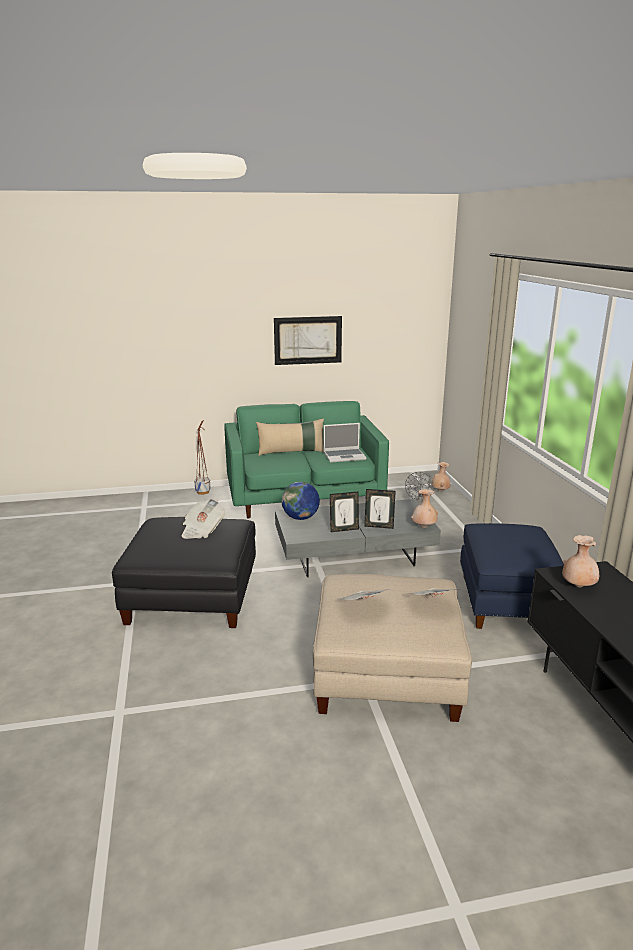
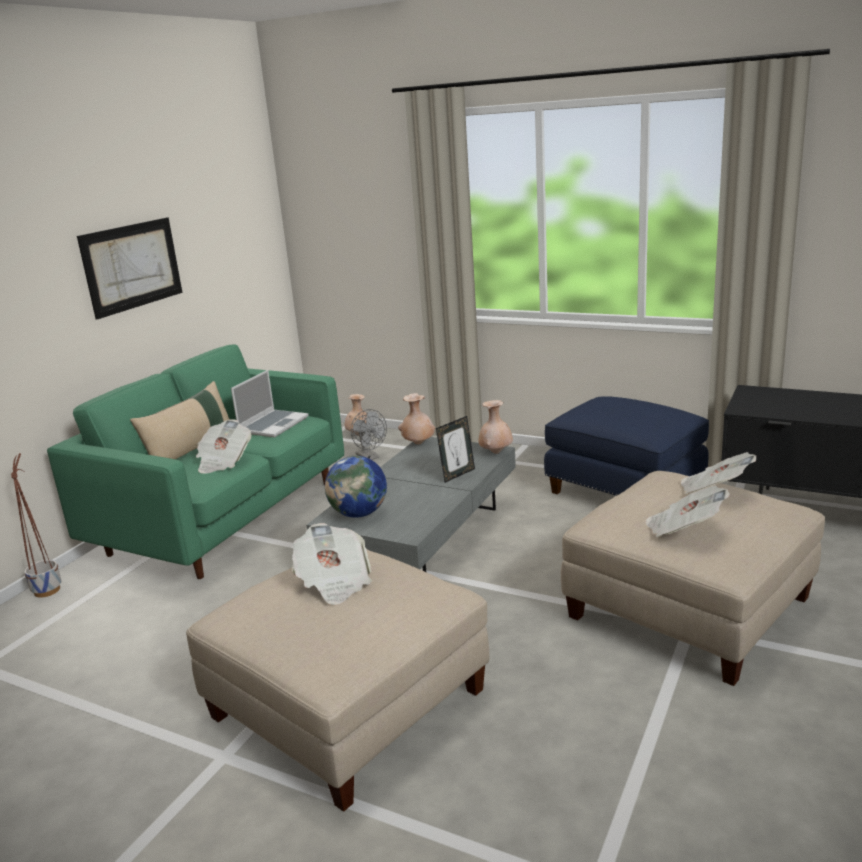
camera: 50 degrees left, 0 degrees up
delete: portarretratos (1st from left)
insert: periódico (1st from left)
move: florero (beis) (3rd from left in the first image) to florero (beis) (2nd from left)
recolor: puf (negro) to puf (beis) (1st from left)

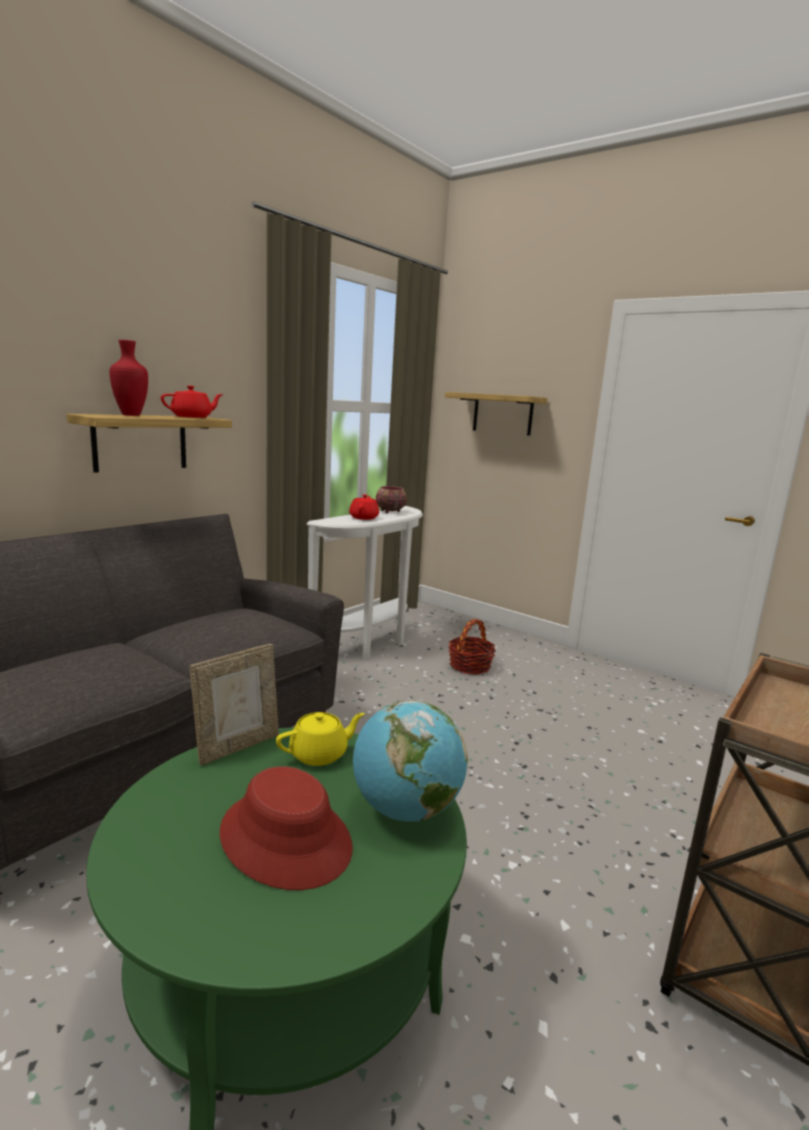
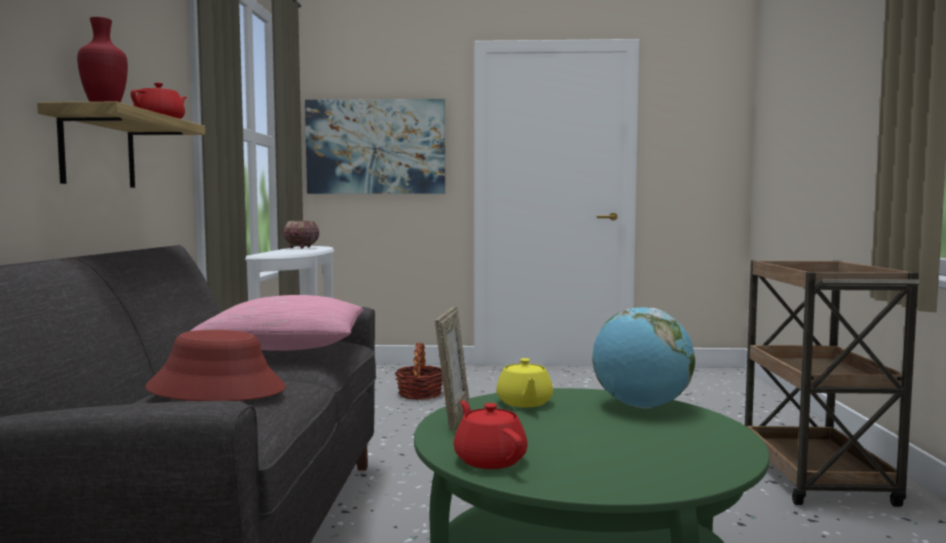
camera: 35 degrees left, 10 degrees down
insert: cojín (rosa)
move: tetera (rojo) (2nd from left); sombrero (rojo)
replace: estante (2nd from left) to cuadro
rotate: tetera (amarillo) 150 degrees clockwise

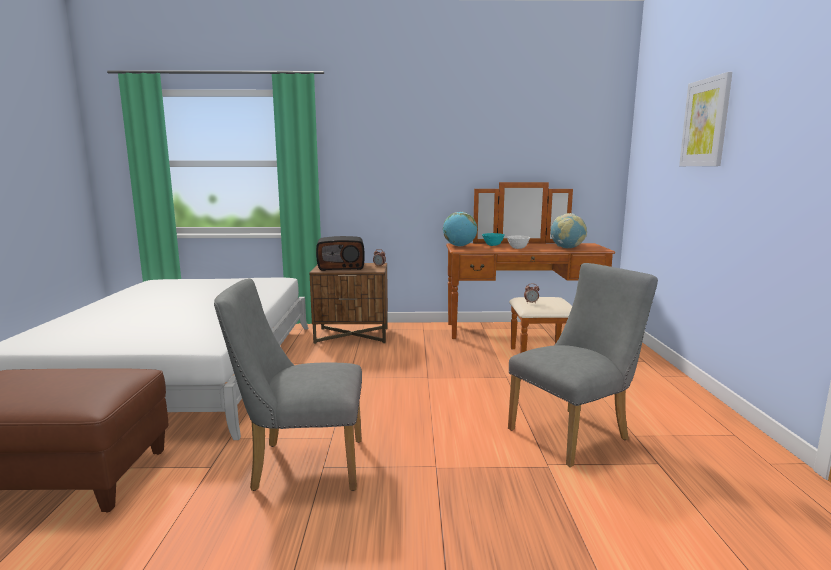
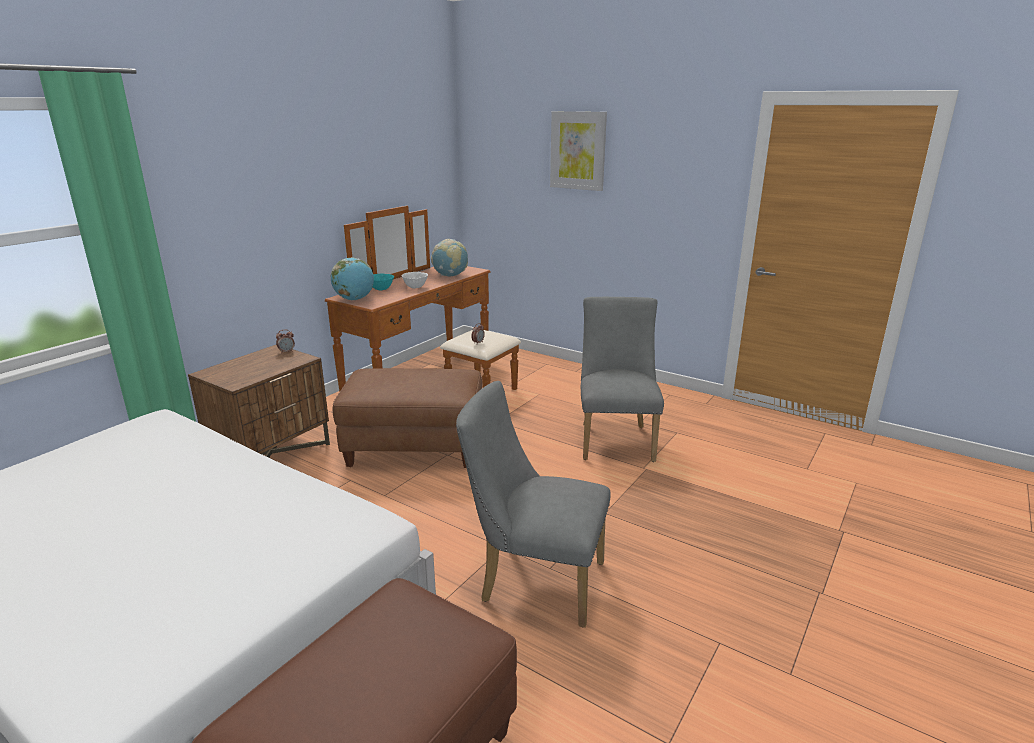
camera: 55 degrees left, 10 degrees up
delete: radio
insert: puf (marrón) (2nd from left)
rotate: silla (gris) (1st from left) 75 degrees clockwise

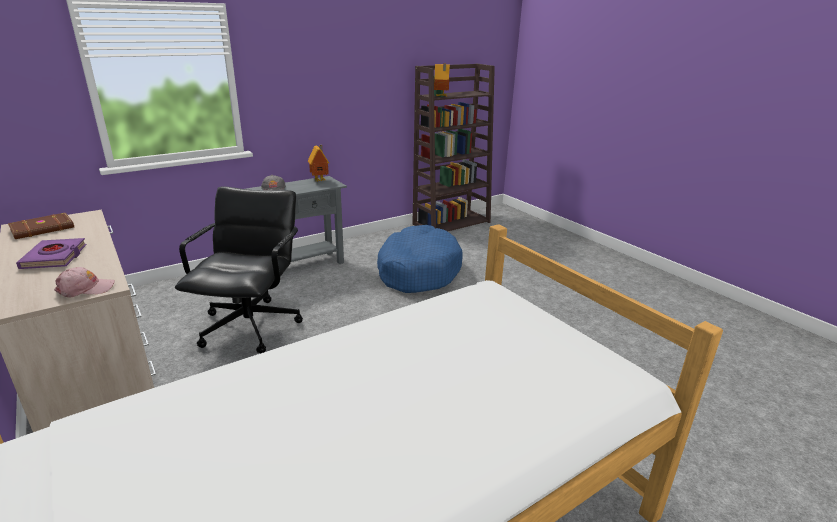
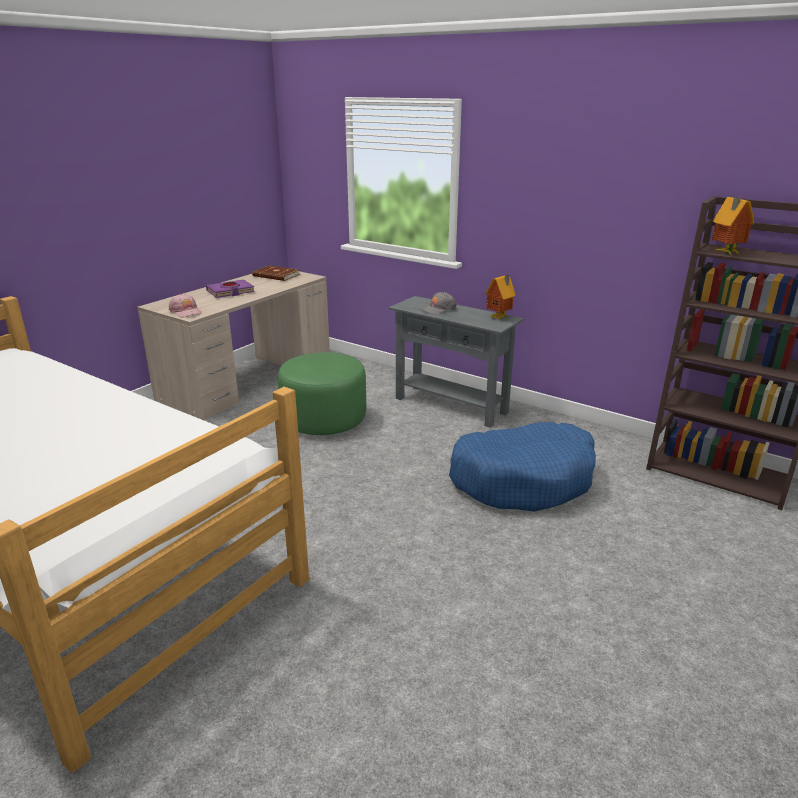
camera: 70 degrees right, 0 degrees up
replace: silla de oficina (negro) to puf (verde)

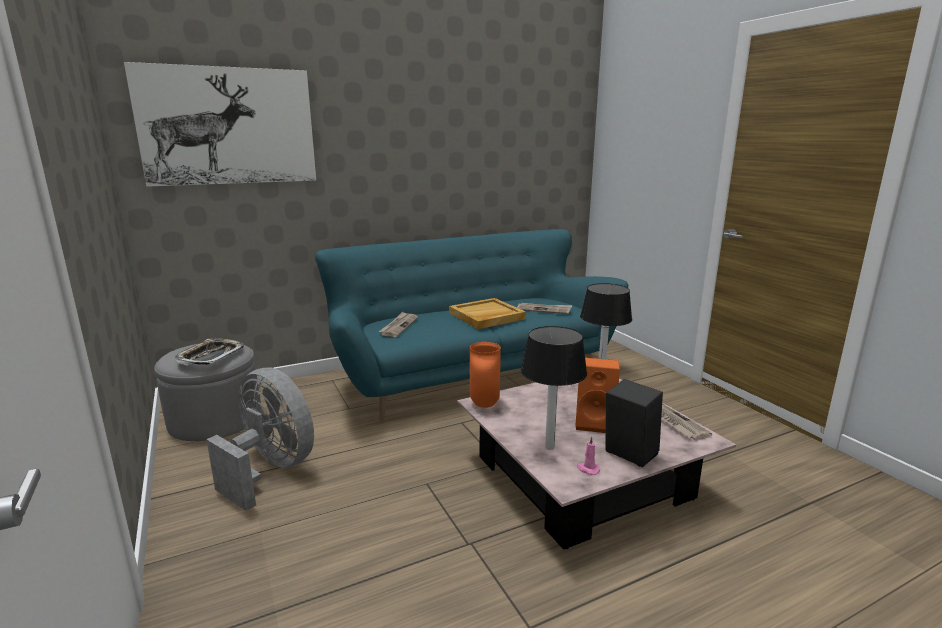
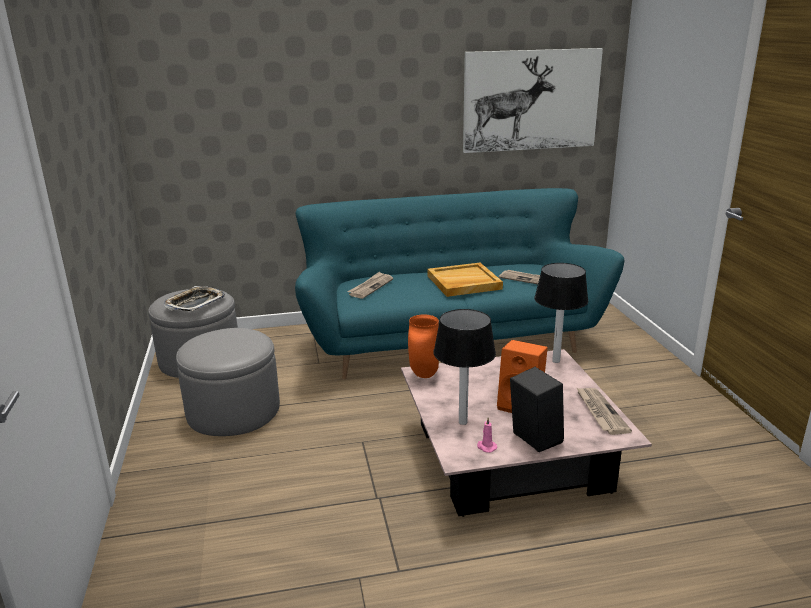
camera: 15 degrees right, 5 degrees up
move: cuadro
replace: ventilador (gris) to puf (gris) (2nd from left)

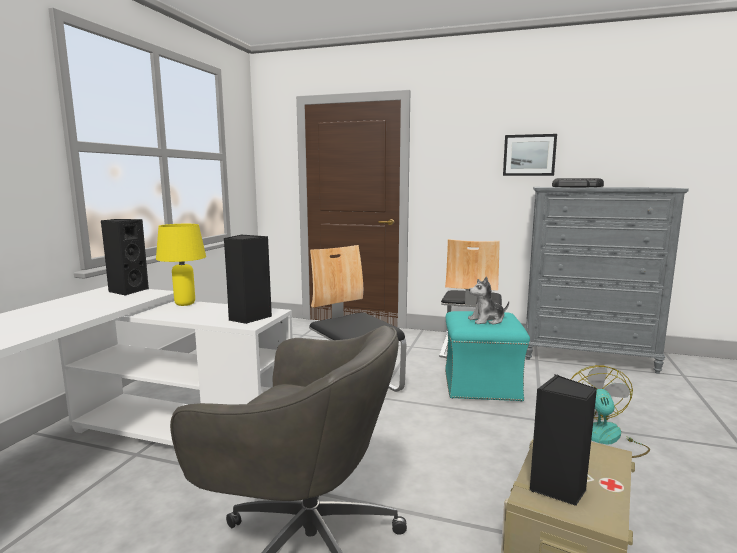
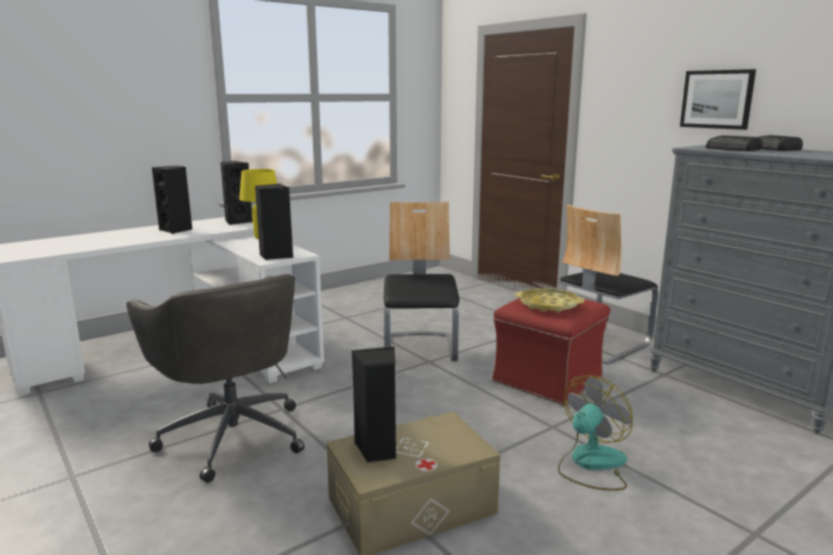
camera: 35 degrees right, 5 degrees up
insert: altavoz (negro) (1st from left)
replace: peluche to bandeja (amarillo)
recolor: puf (turquesa) to puf (rojo)

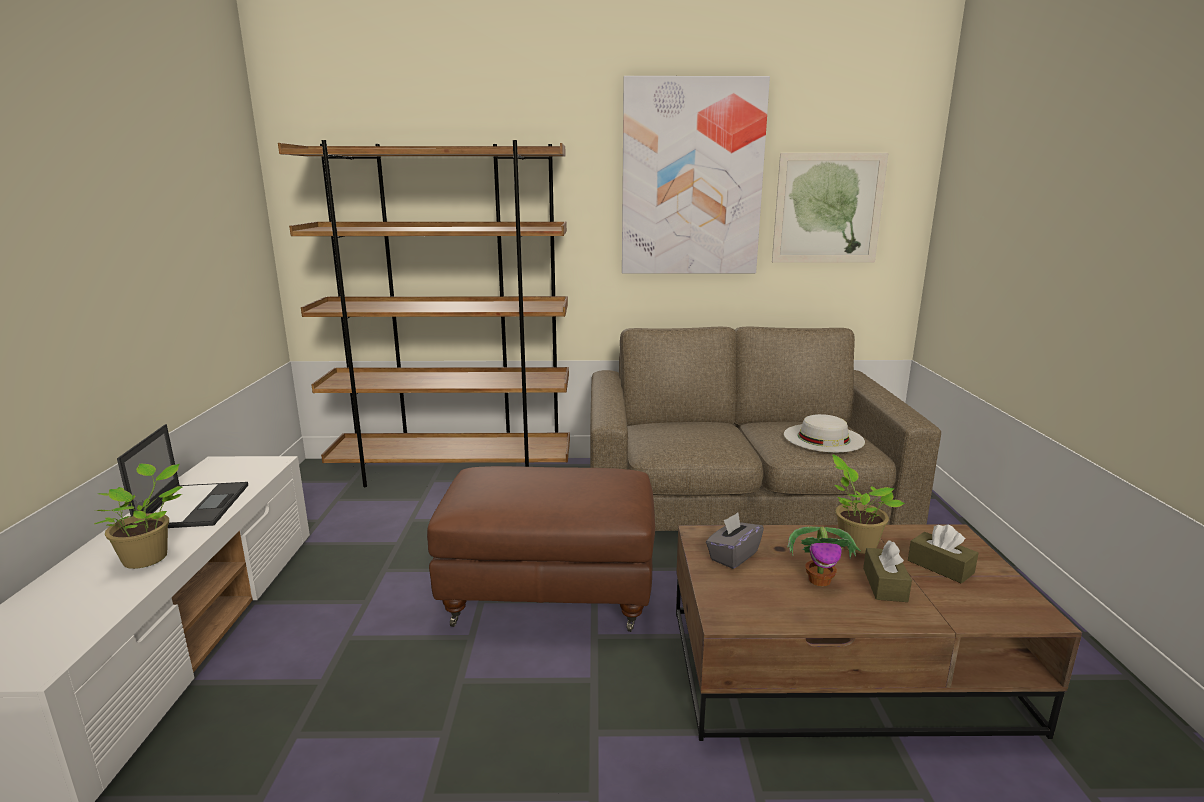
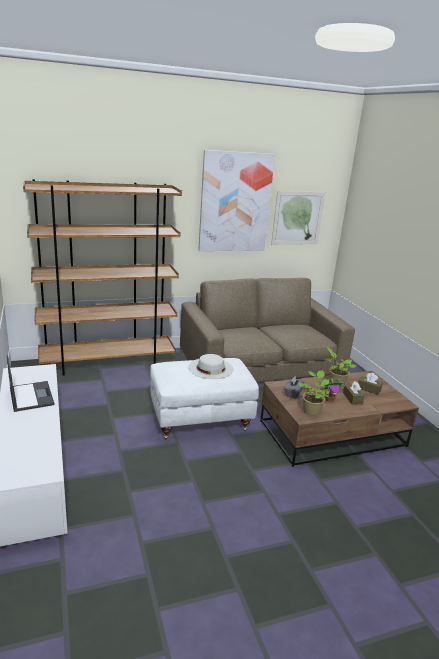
camera: 20 degrees left, 5 degrees up
move: sombrero (blanco); planta en maceta (1st from left)
recolor: puf (marrón) to puf (blanco)

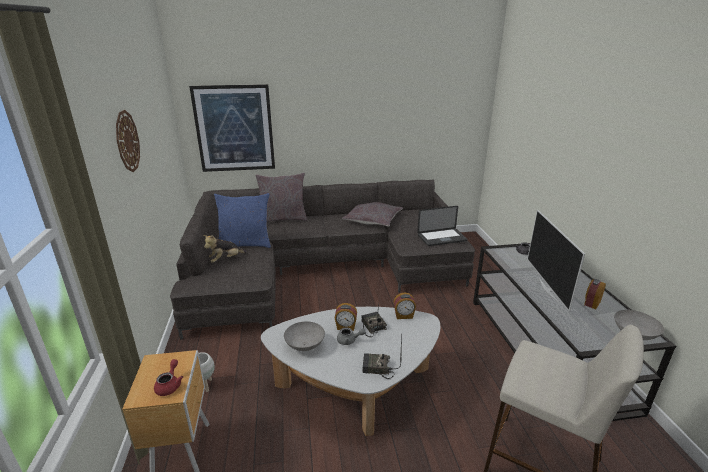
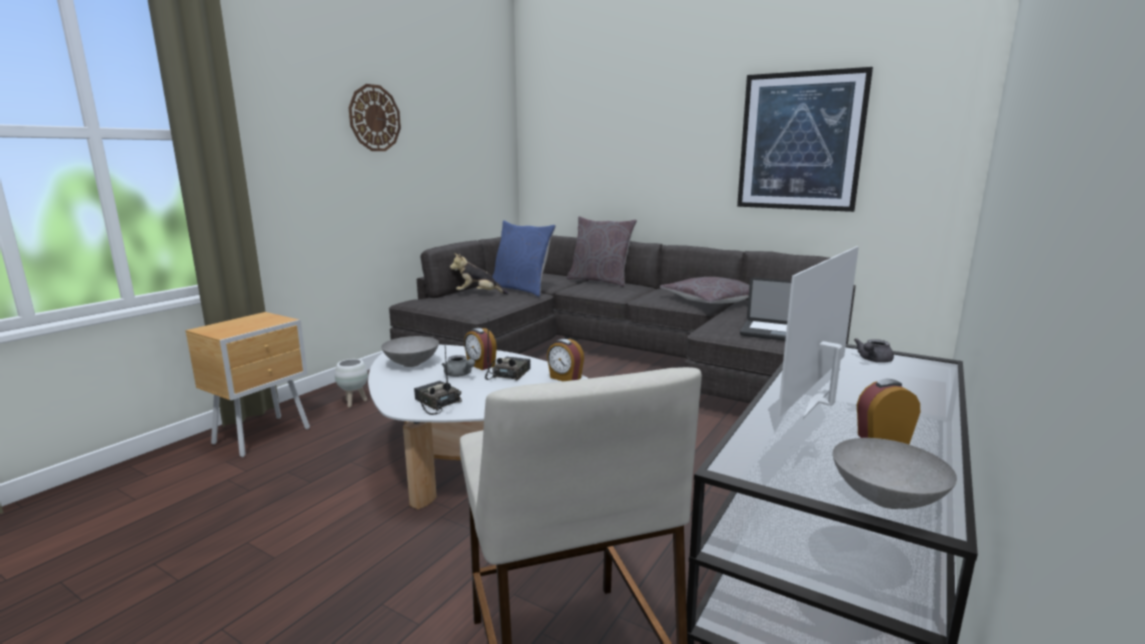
camera: 40 degrees right, 10 degrees down
delete: tetera (rojo)
move: cuadro

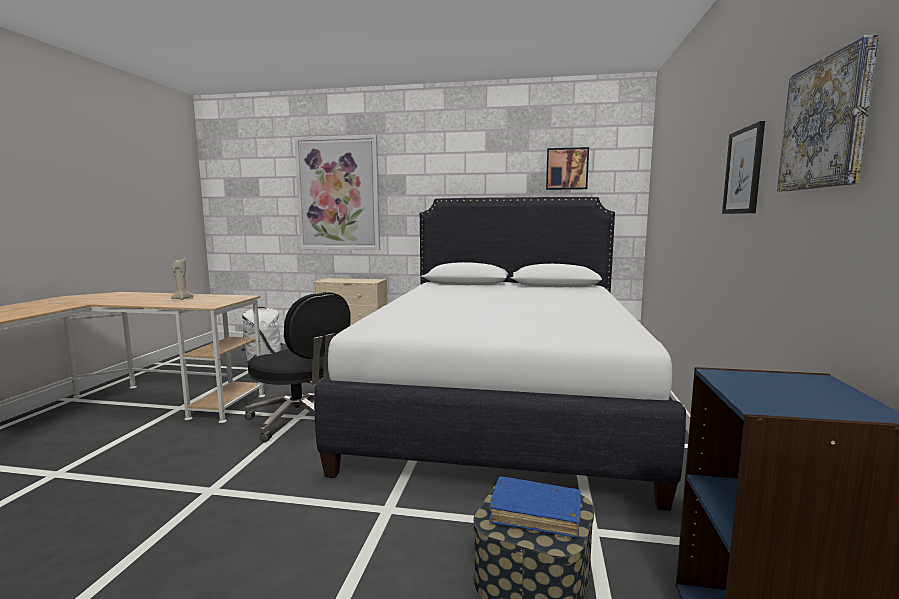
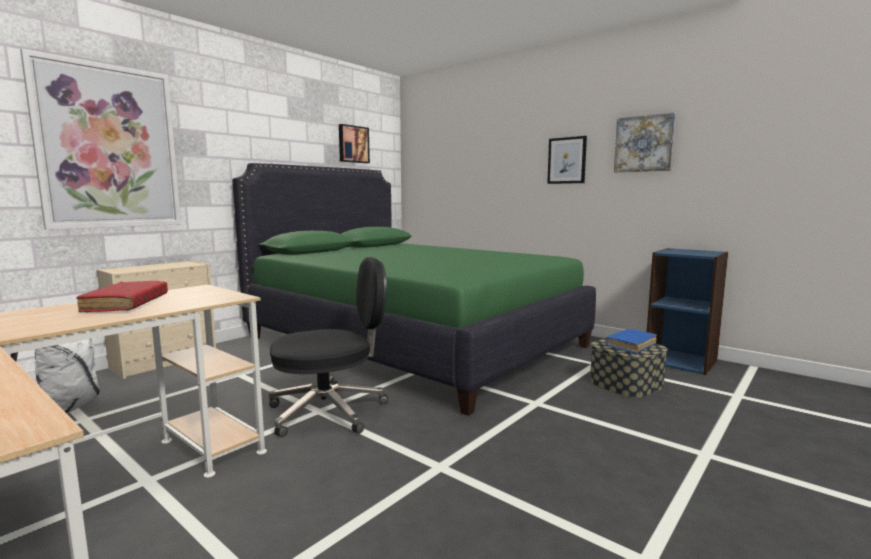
camera: 60 degrees left, 0 degrees up
replace: vela (beis) to libro (rojo)
recolor: cama (blanco) to cama (verde)

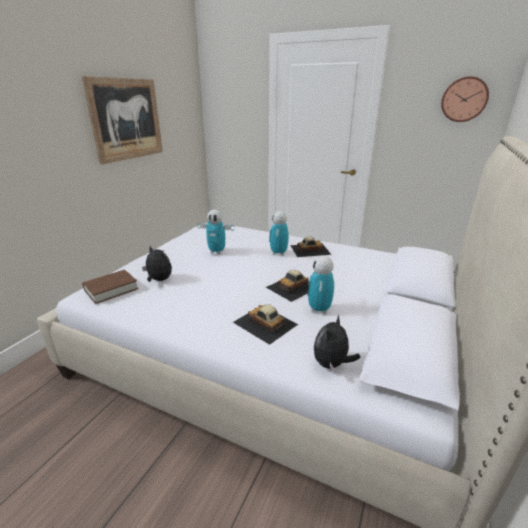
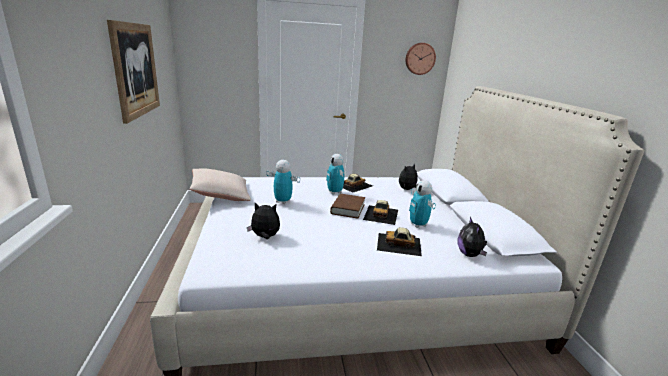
camera: 35 degrees left, 5 degrees down
insert: peluche (2nd from left); cojín (beis)
move: libro (marrón)
rotate: robot de juguete (1st from left) 135 degrees counterclockwise

